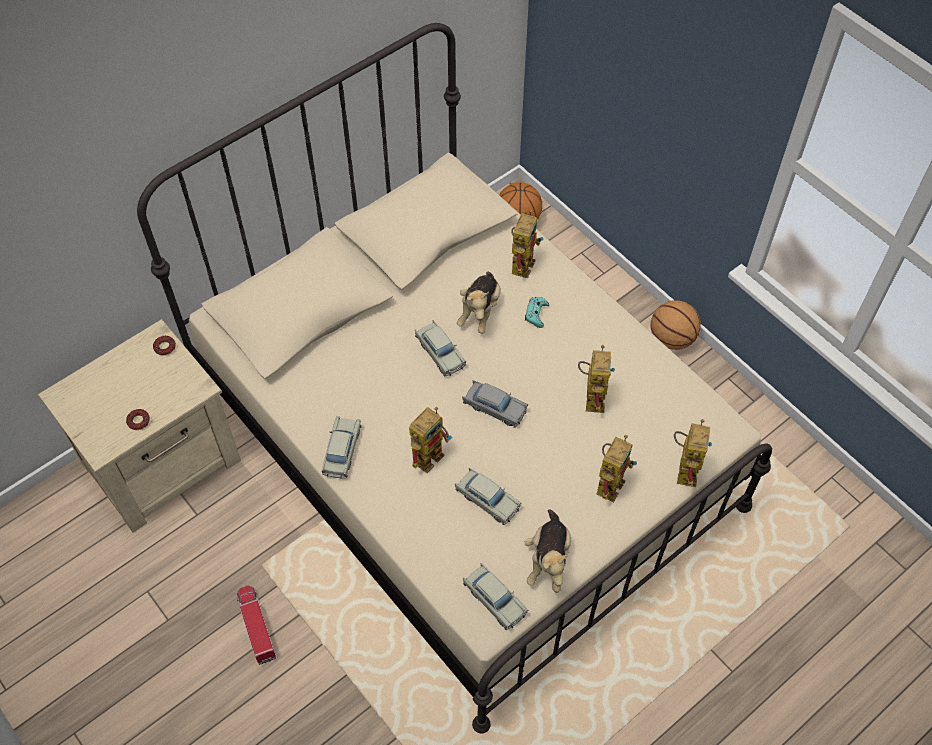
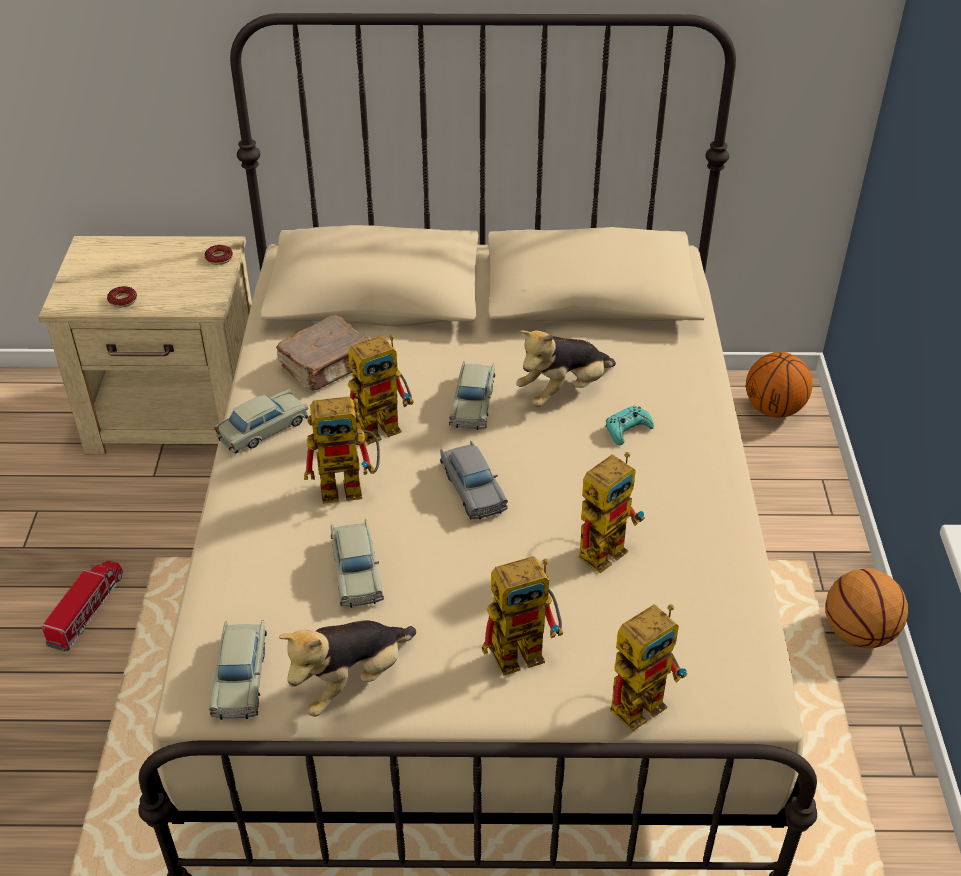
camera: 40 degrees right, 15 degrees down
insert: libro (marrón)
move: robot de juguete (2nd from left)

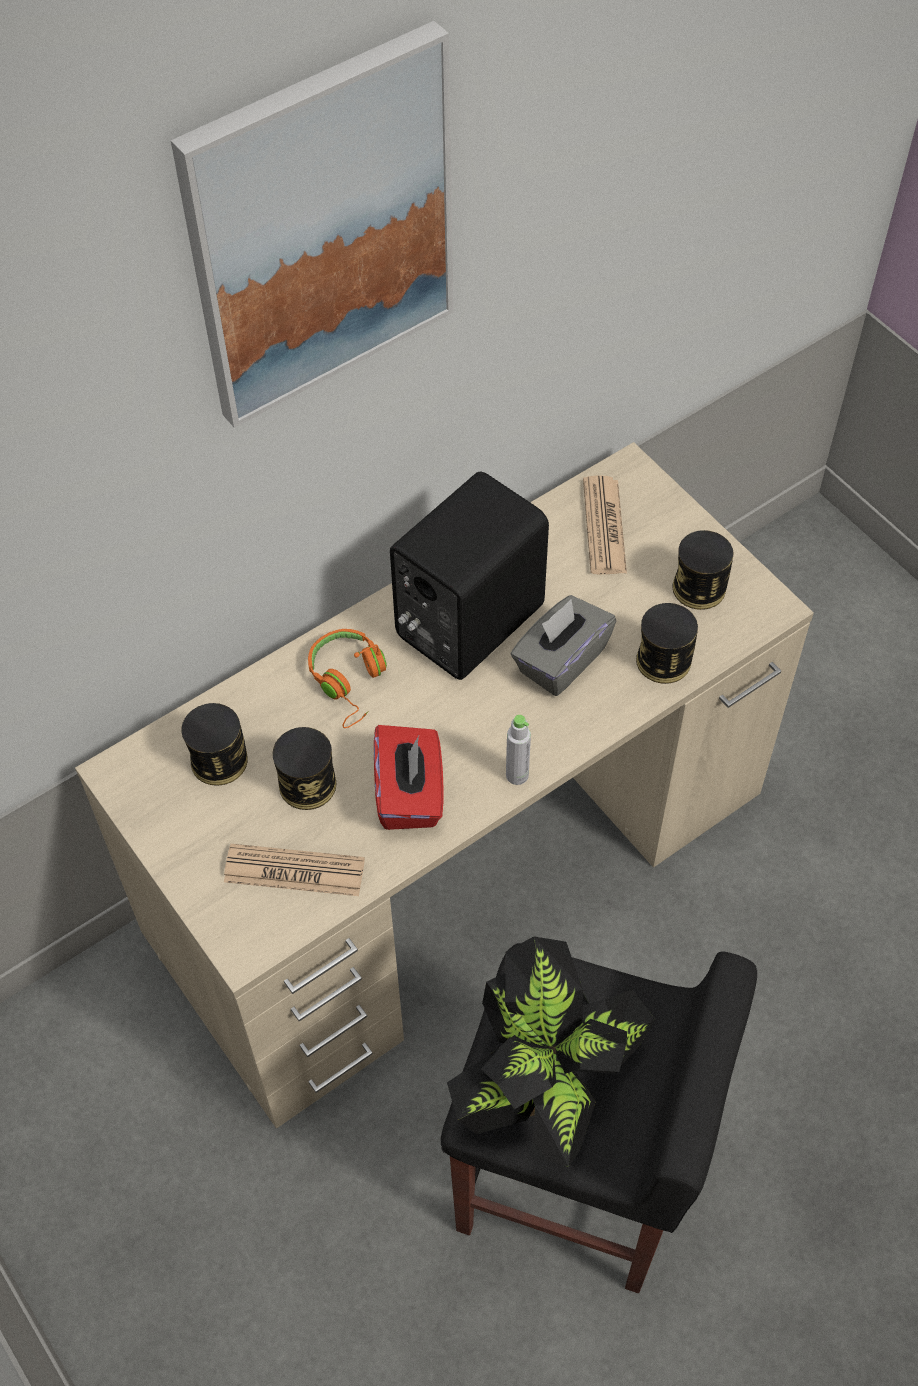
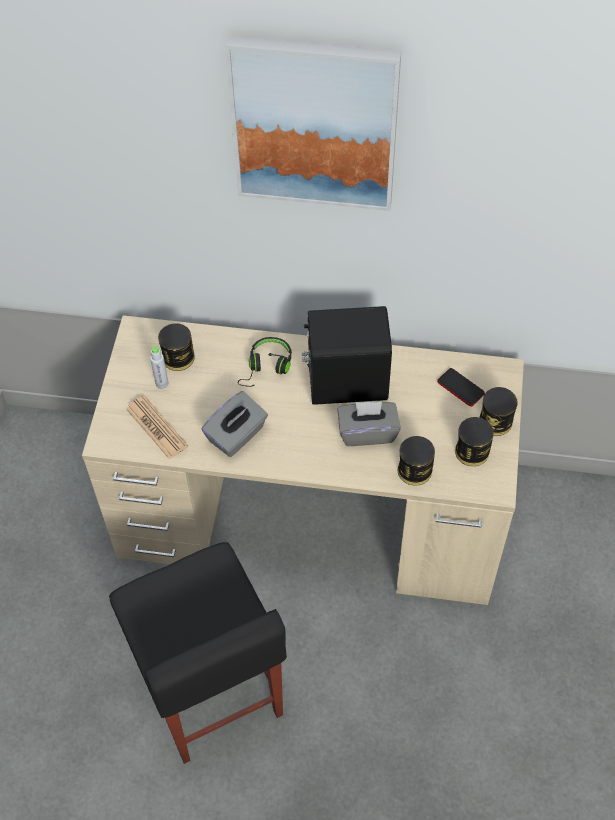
camera: 45 degrees right, 0 degrees up
delete: planta en maceta
move: botella (gris); lata (2nd from left in the first image) to lata (4th from left)
replace: periódico (2nd from left) to móvil
recolor: auriculares (naranja) to auriculares (negro); caja de pañuelos (rojo) to caja de pañuelos (gris) (1st from left)

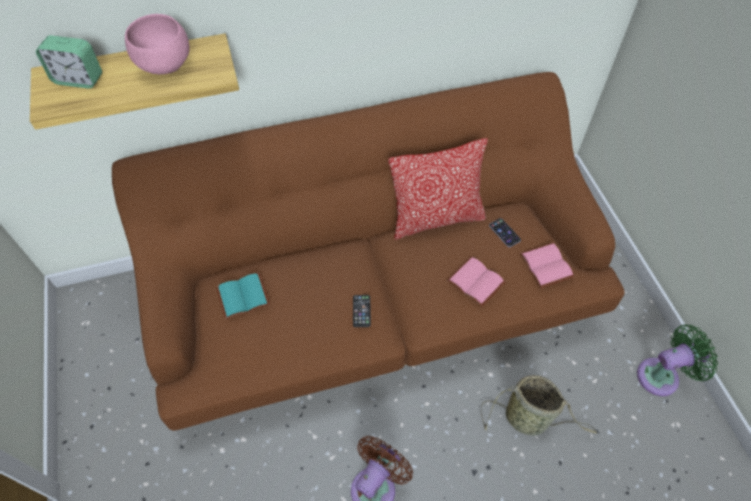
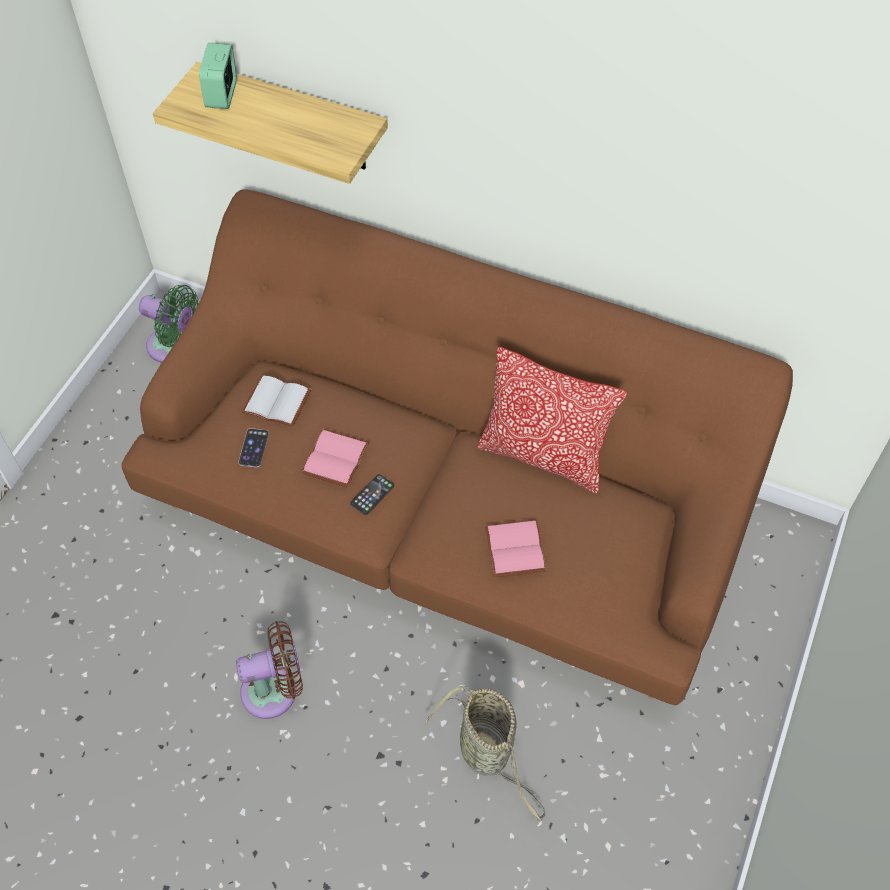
camera: 40 degrees right, 0 degrees up
delete: cuenco (rosa)
move: móvil (2nd from left in the first image) to móvil (1st from left); libro (rosa) (2nd from left in the first image) to libro (rosa) (1st from left); ventilador (verde)
recolor: libro (turquesa) to libro (blanco)
rotate: despertador 45 degrees clockwise

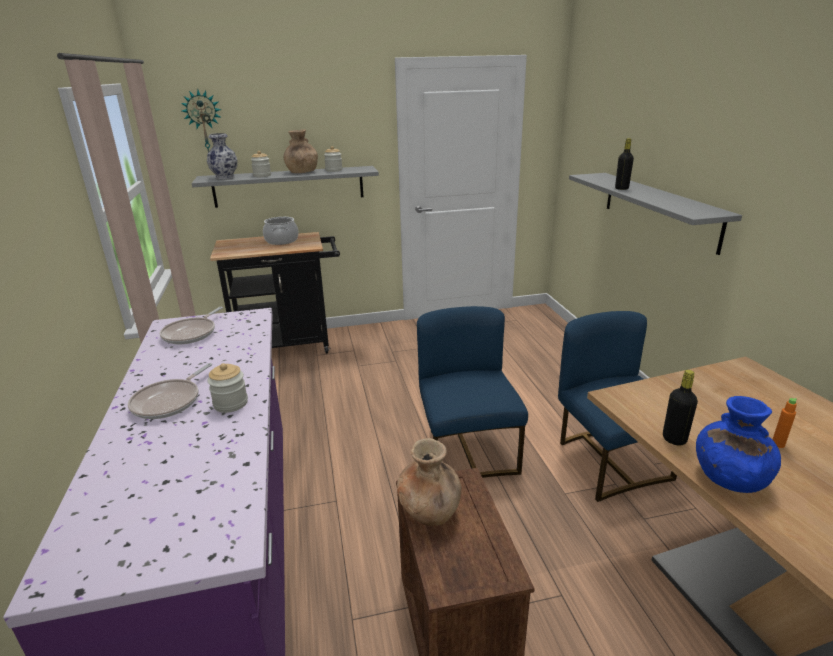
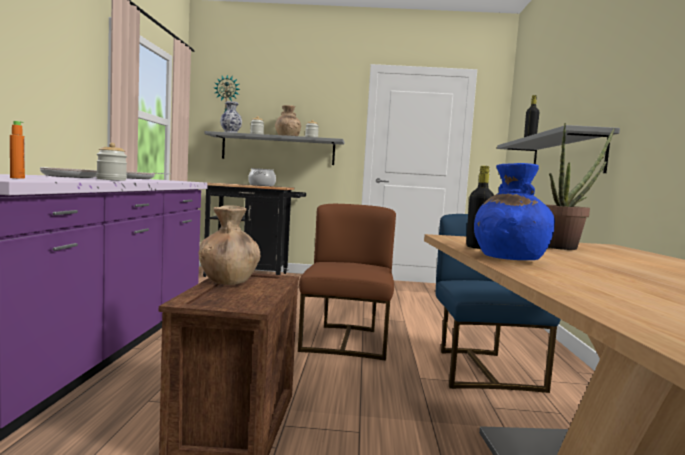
camera: 15 degrees right, 20 degrees down
insert: planta en maceta
move: botella (naranja)
recolor: silla (azul) (1st from left) to silla (marrón)

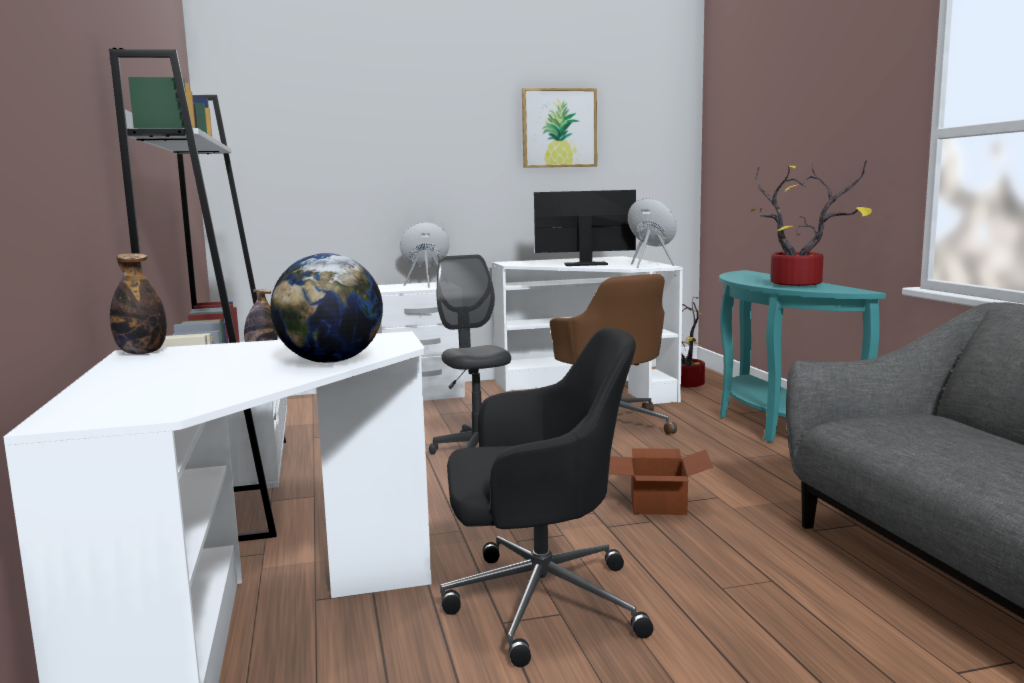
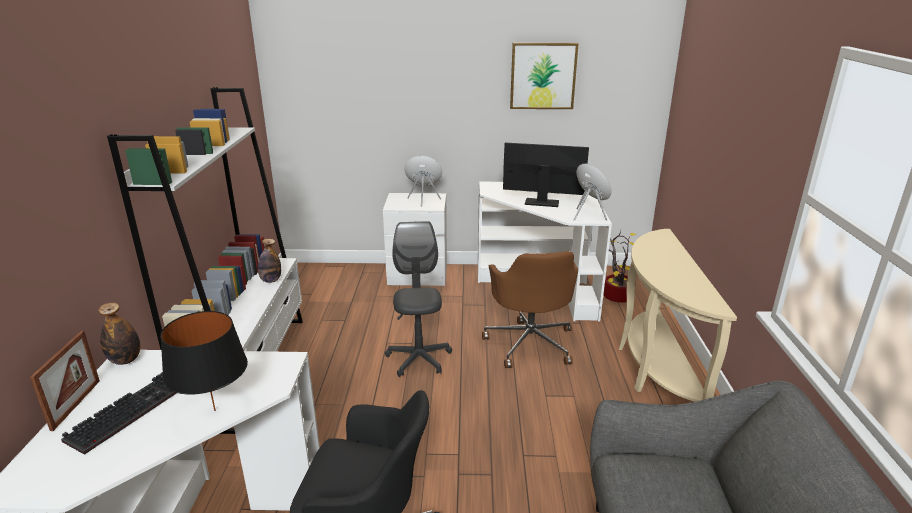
camera: 15 degrees right, 15 degrees up
delete: planta en maceta (2nd from left); caja de cartón
insert: portarretratos; teclado
replace: globo terráqueo to lámpara de mesa (negro)
recolor: mesa consola (turquesa) to mesa consola (beis)

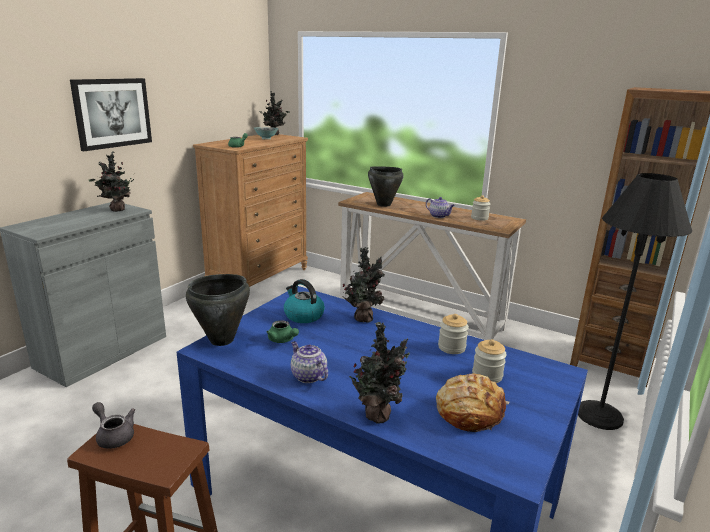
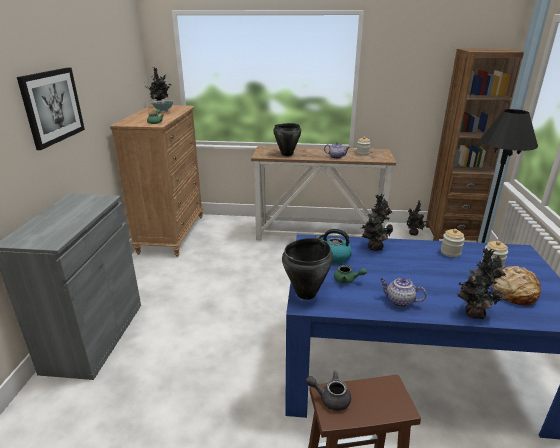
camera: 25 degrees left, 5 degrees up
move: planta en maceta (1st from left in the first image) to planta en maceta (3rd from left)

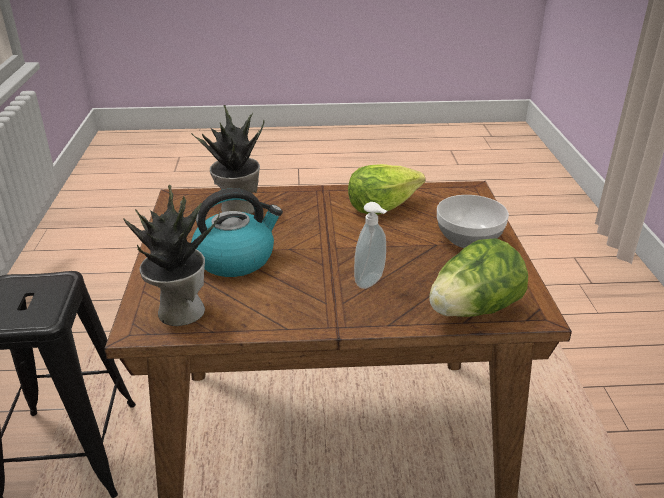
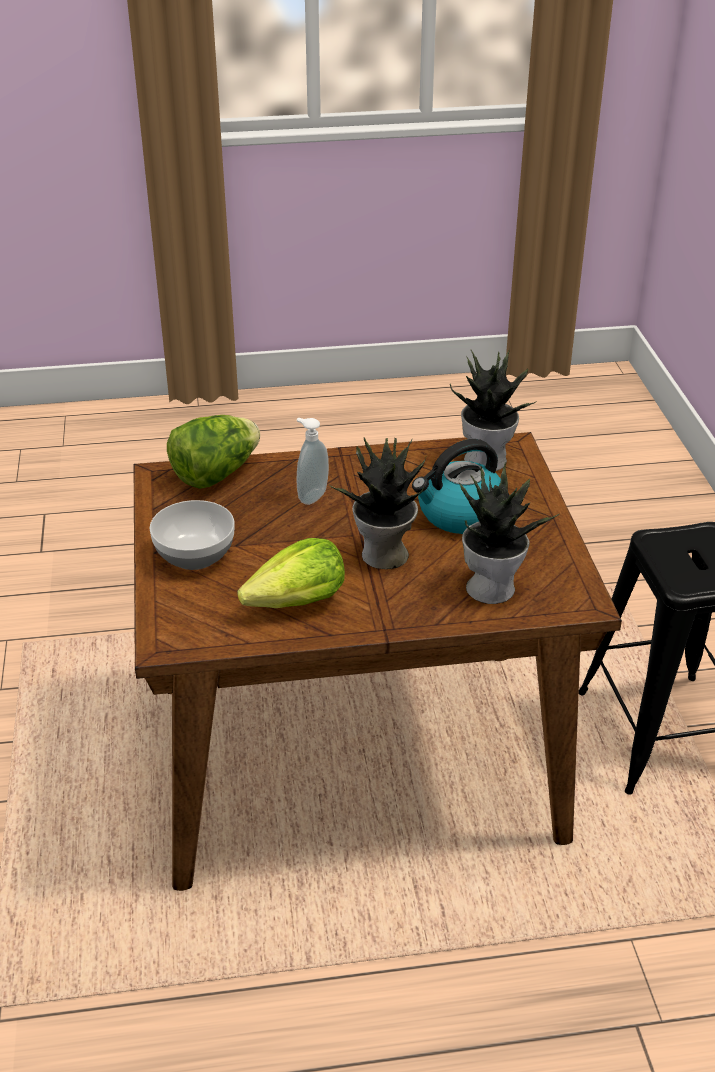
camera: 175 degrees right, 5 degrees up
insert: planta en maceta (1st from left)

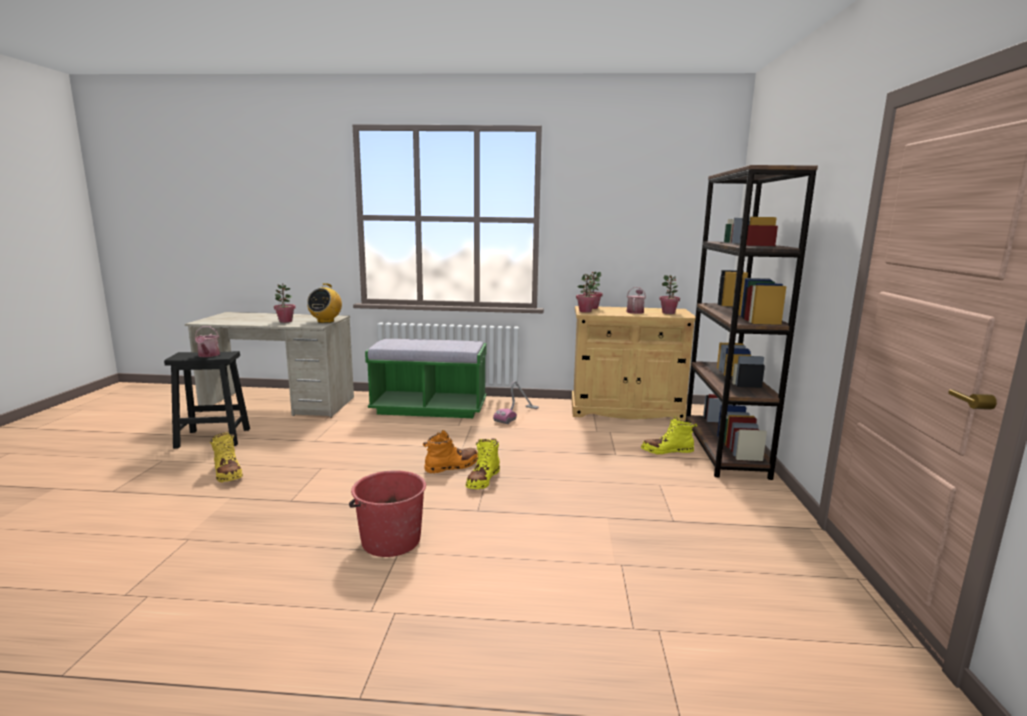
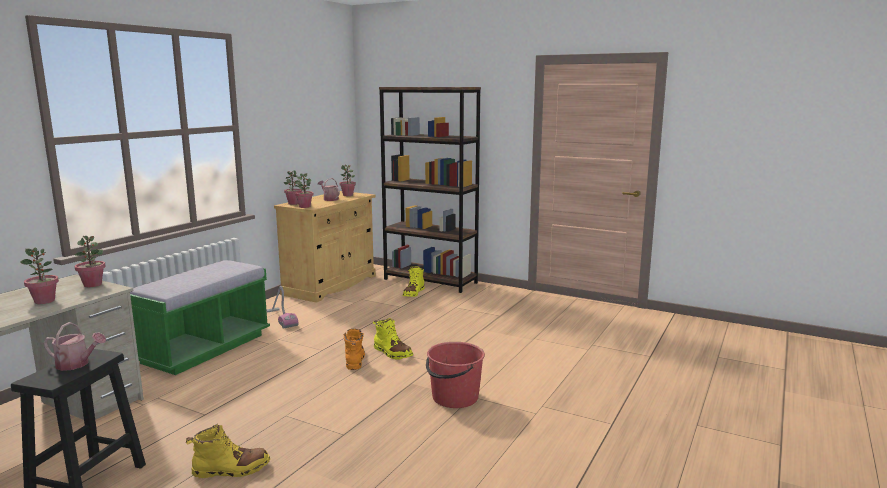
camera: 65 degrees left, 0 degrees up
replace: radio to planta en maceta (2nd from left)

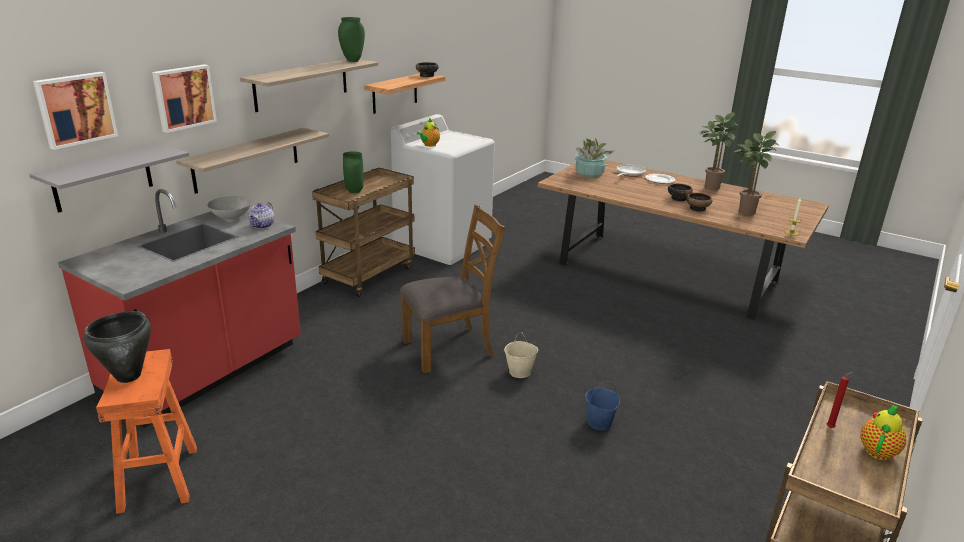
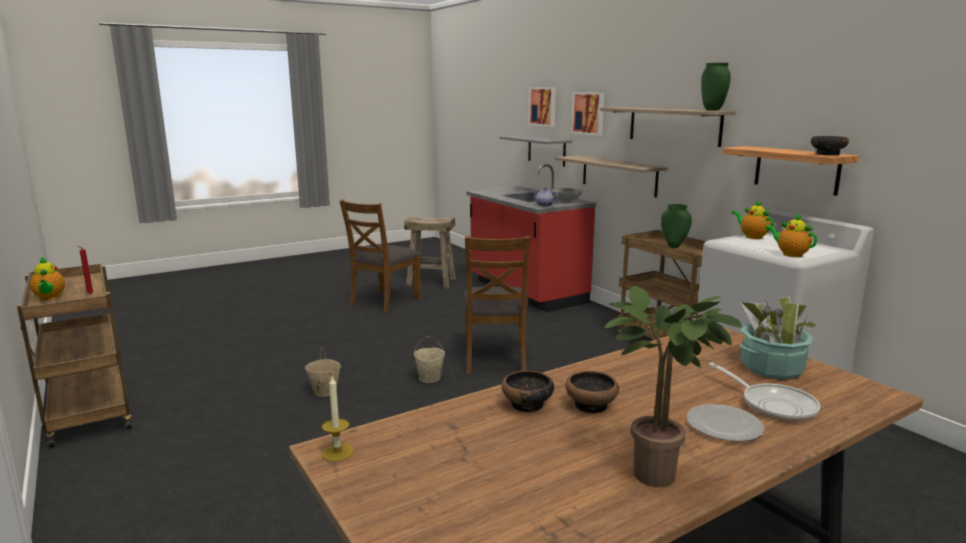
camera: 115 degrees right, 10 degrees down
delete: planta en maceta (3rd from left); olla (negro)
insert: silla (marrón) (1st from left); tetera (4th from left)
recolor: taburete (naranja) to taburete (beis); cubo (azul) to cubo (beis) (1st from left)

